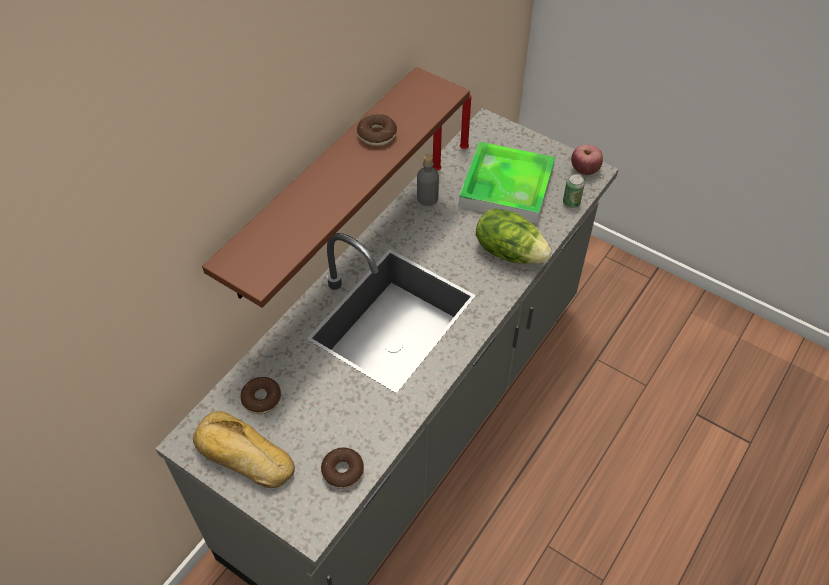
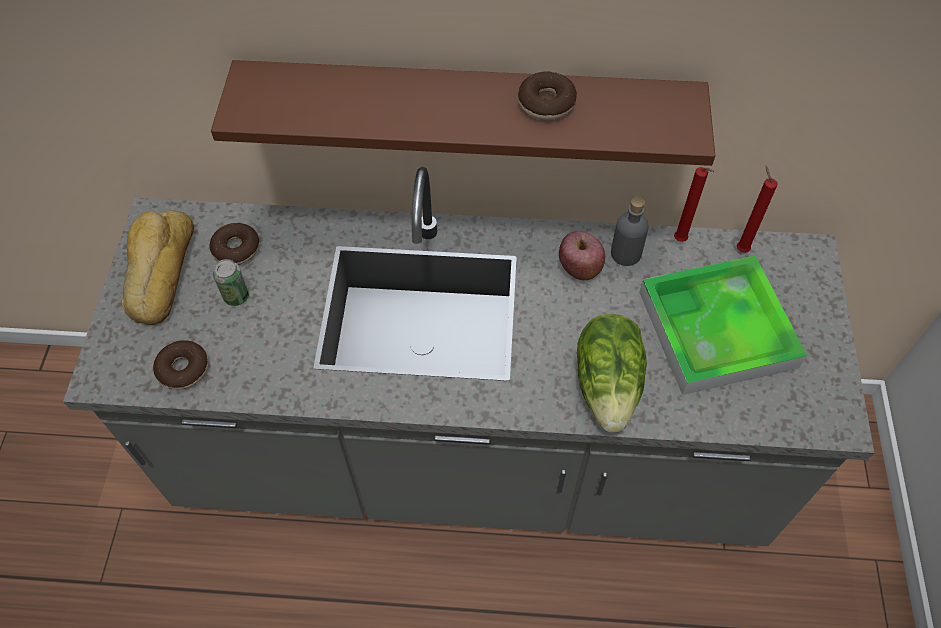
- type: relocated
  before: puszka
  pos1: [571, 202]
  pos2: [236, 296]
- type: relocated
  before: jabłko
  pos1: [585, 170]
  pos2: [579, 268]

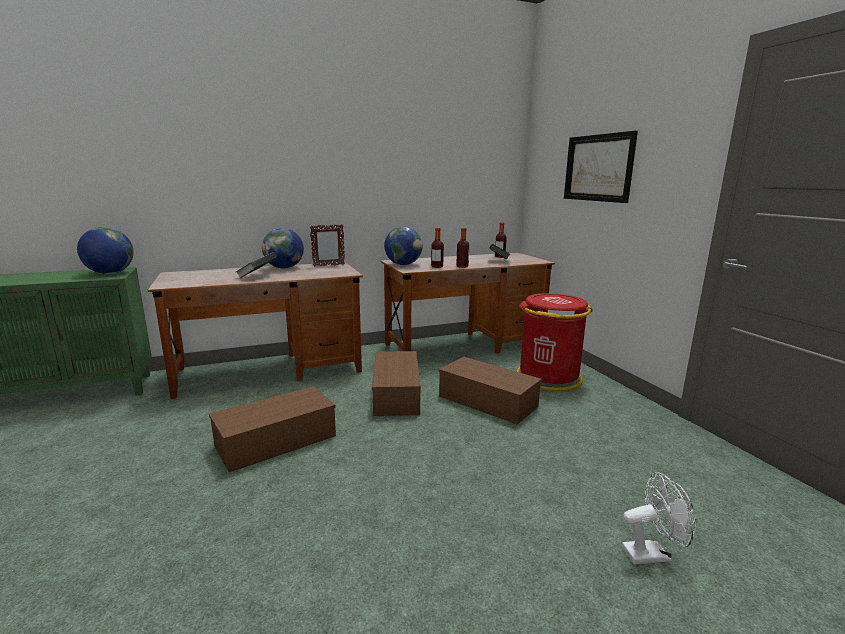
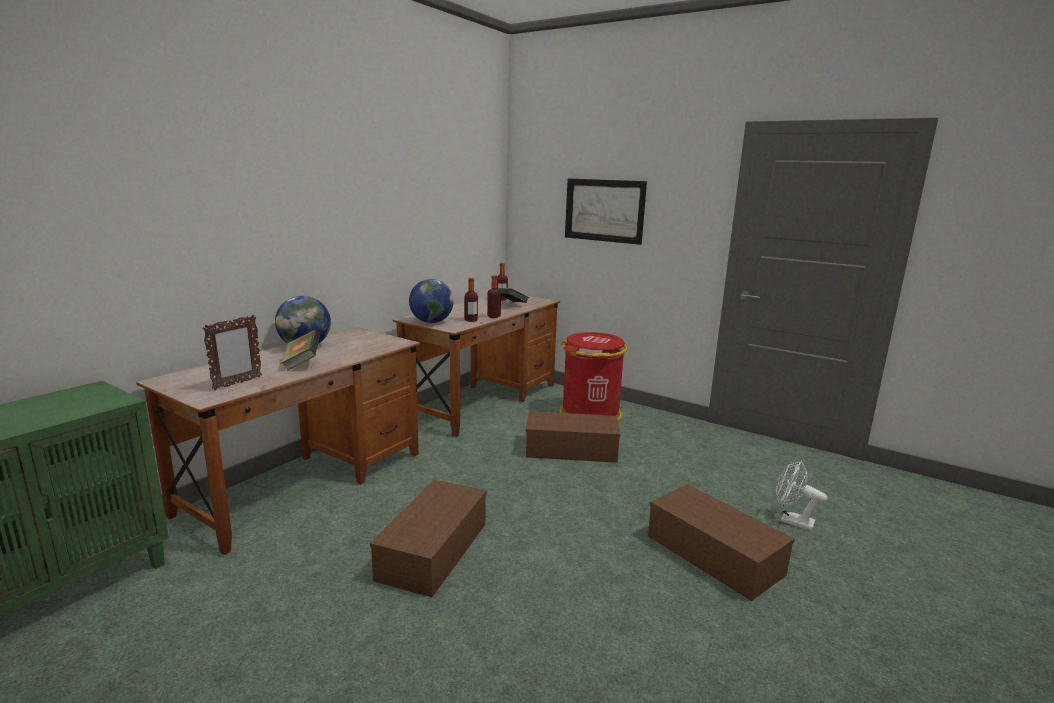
- type: relocated
  before: ramka na zdjęcie
  pos1: [328, 265]
  pos2: [237, 383]
- type: relocated
  before: pojemnik do przechowywania (brązowy)
  pos1: [397, 394]
  pos2: [716, 555]
- type: spun
  before: wentylator (biały)
  pos1: [652, 553]
  pos2: [791, 521]
  turn: -105
- type: missing
  before: globus
  pos1: [110, 273]

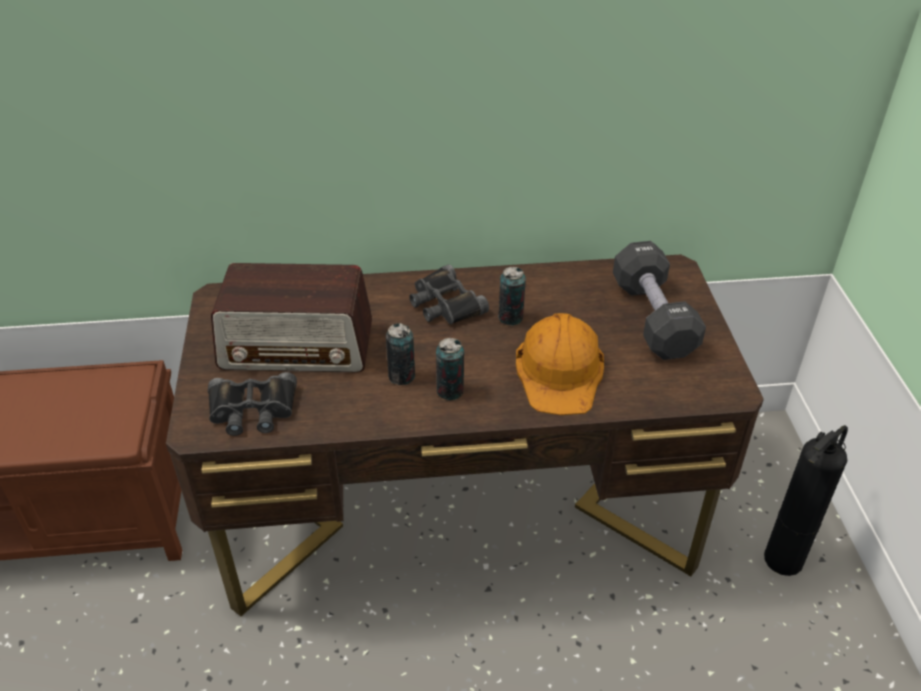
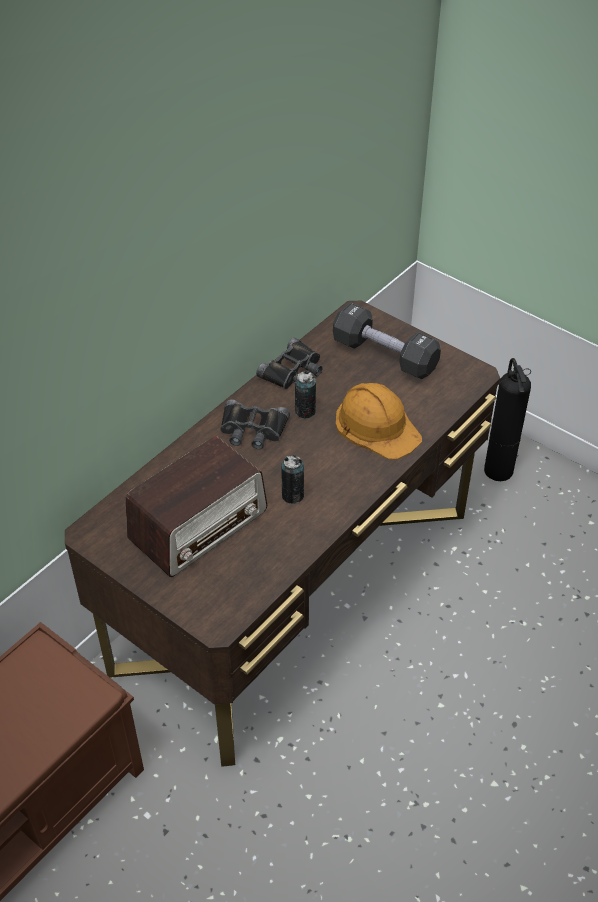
- type: relocated
  before: lornetka (czarny)
  pos1: [252, 410]
  pos2: [293, 371]
- type: missing
  before: puszka
  pos1: [450, 391]

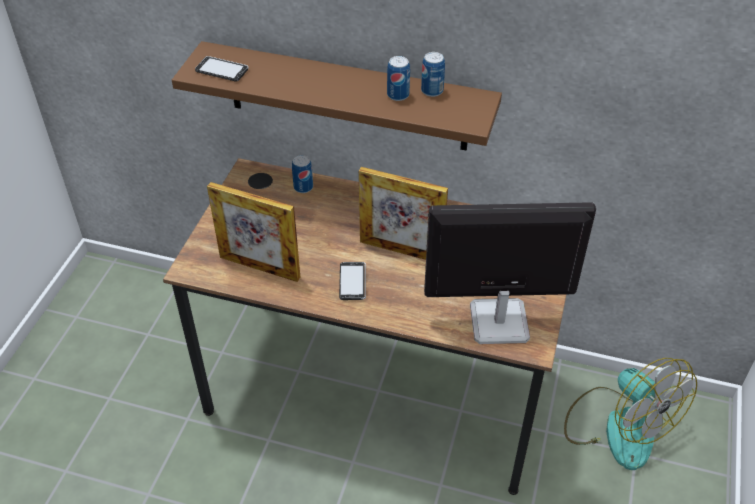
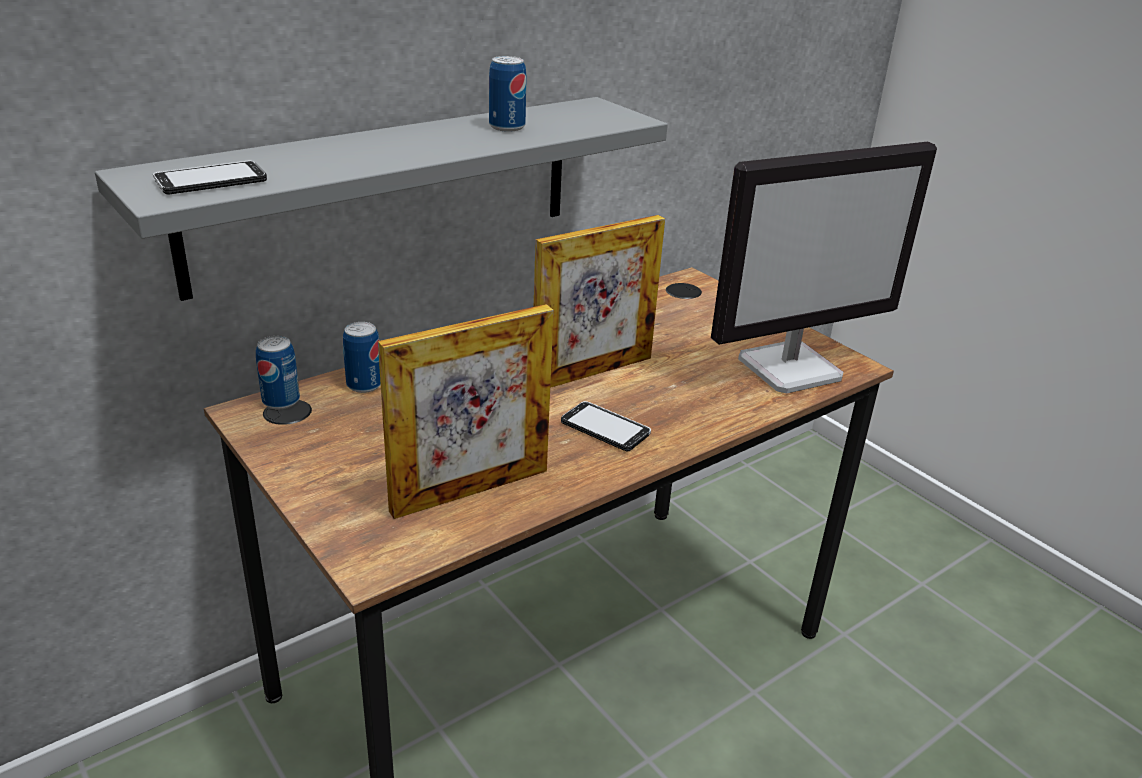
- type: colour
  before: półka (brązowy)
  after: półka (szary)
  pos1: [347, 97]
  pos2: [387, 192]
- type: relocated
  before: puszka
  pos1: [432, 91]
  pos2: [281, 401]
- type: spun
  before: monitor
  pos1: [497, 322]
  pos2: [791, 368]
  turn: -150
- type: missing
  before: wentylator
  pos1: [618, 426]

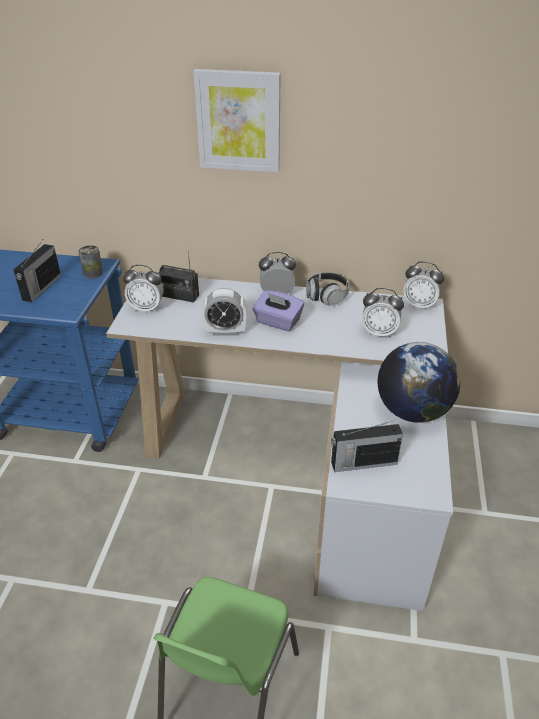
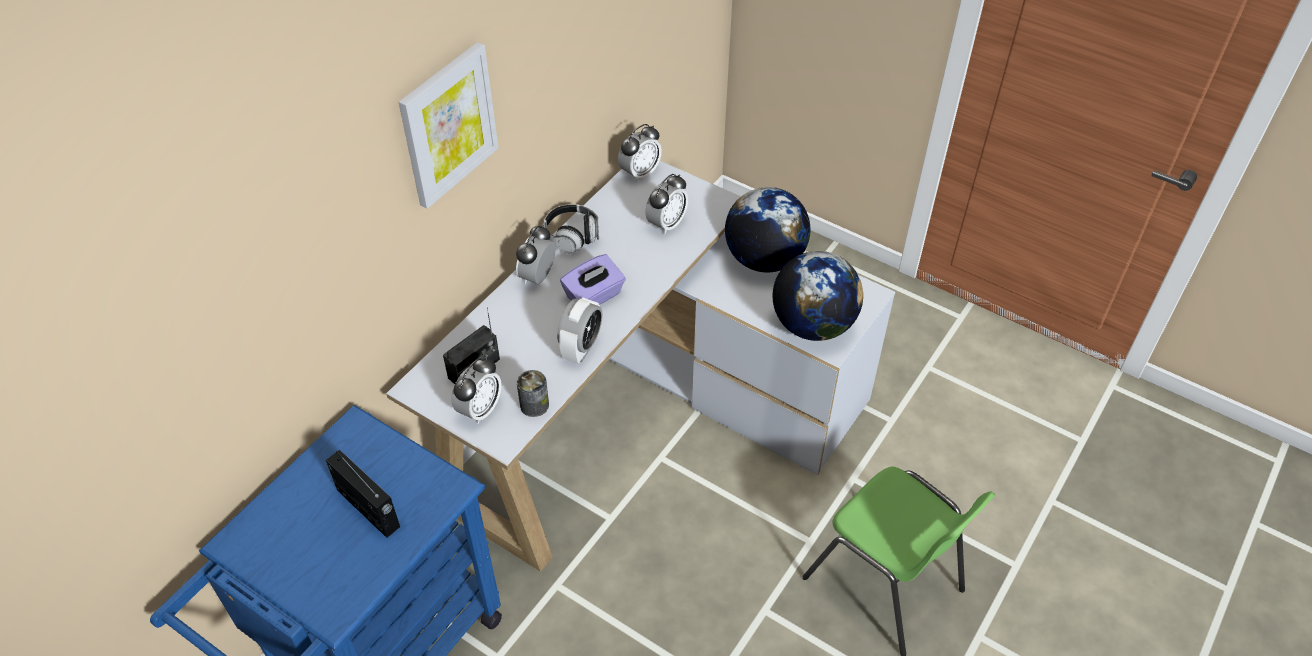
- type: relocated
  before: puszka
  pos1: [93, 273]
  pos2: [534, 405]
- type: exchanged
  before: radio
  after: globus
  pos1: [362, 463]
  pos2: [812, 325]

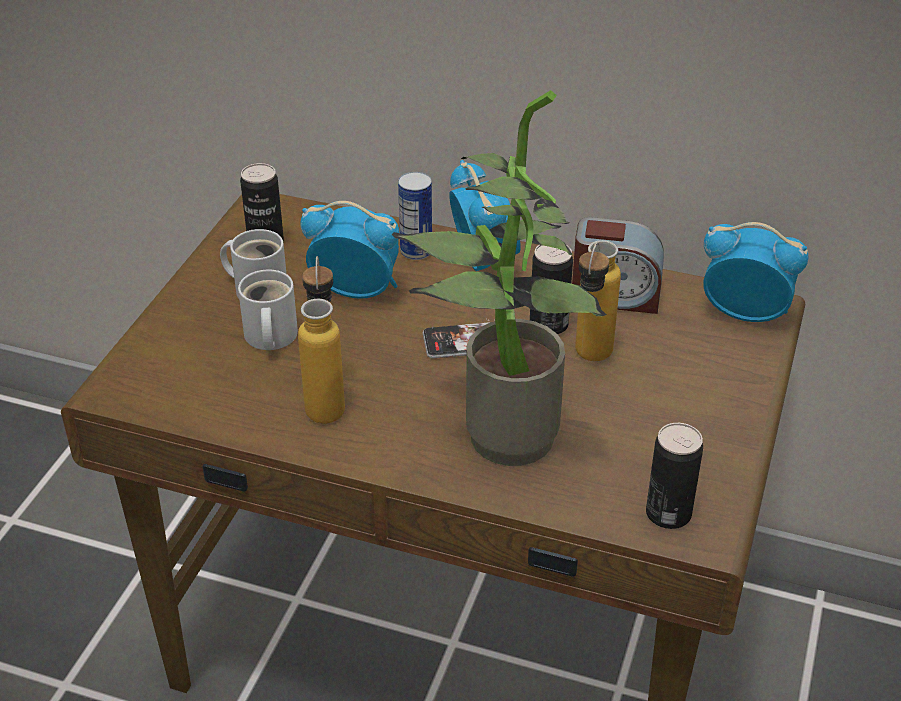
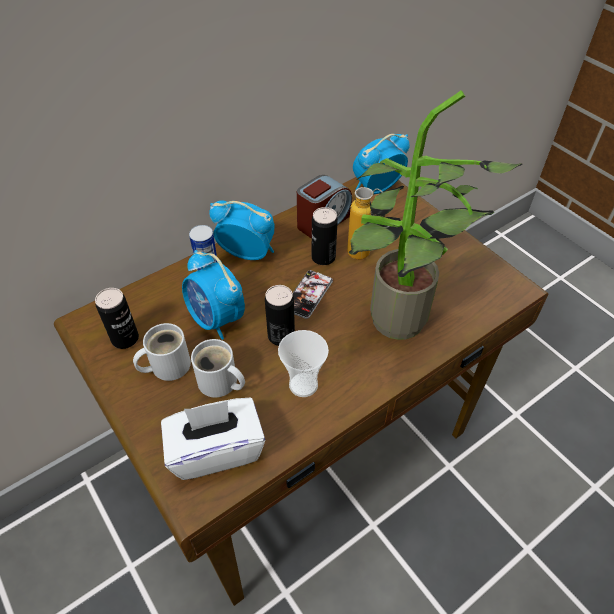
- type: appeared
  after: pudełko chusteczek (biały)
  pos2: [216, 450]
- type: spun
  before: budzik
  pos1: [356, 290]
  pos2: [216, 319]
  turn: -90
- type: relocated
  before: puszka
  pos1: [668, 514]
  pos2: [281, 336]
- type: exchanged
  before: butelka
  after: filiżanka
  pos1: [325, 400]
  pos2: [303, 385]

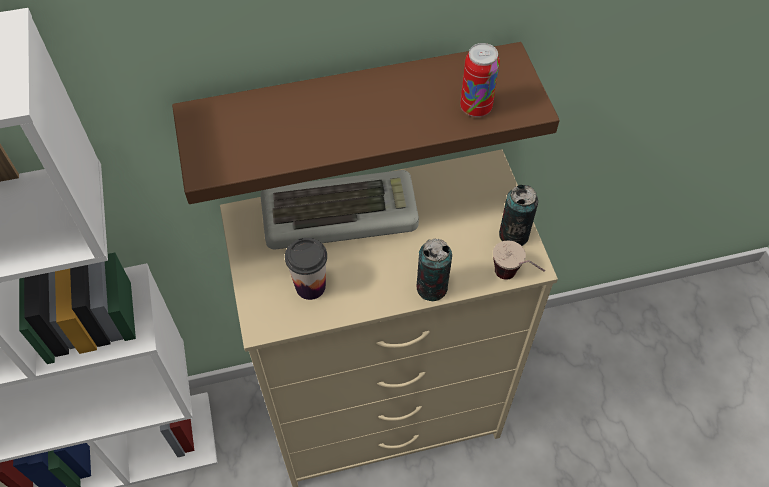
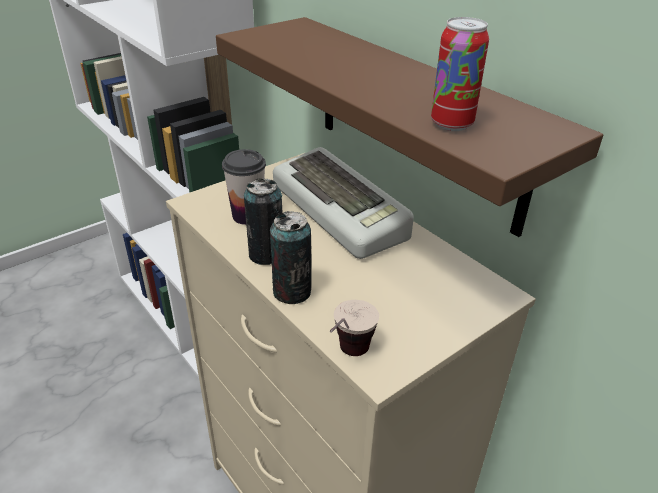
- type: relocated
  before: puszka
  pos1: [513, 235]
  pos2: [266, 254]

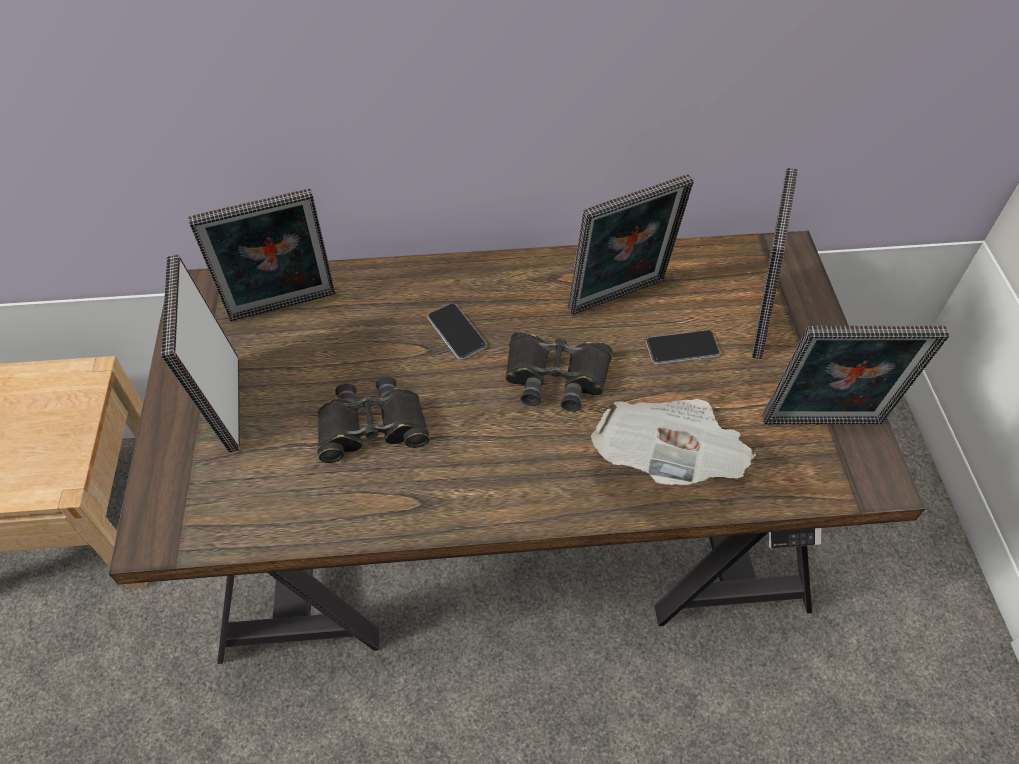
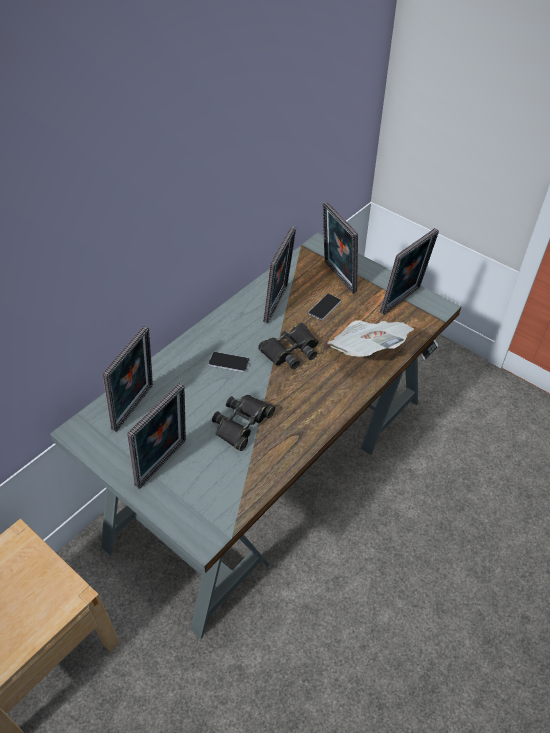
- type: colour
  before: biurko (brązowy)
  after: biurko (szary)
  pos1: [510, 531]
  pos2: [271, 468]
- type: spun
  before: ramka na zdjęcie
  pos1: [226, 405]
  pos2: [164, 464]
  turn: -90

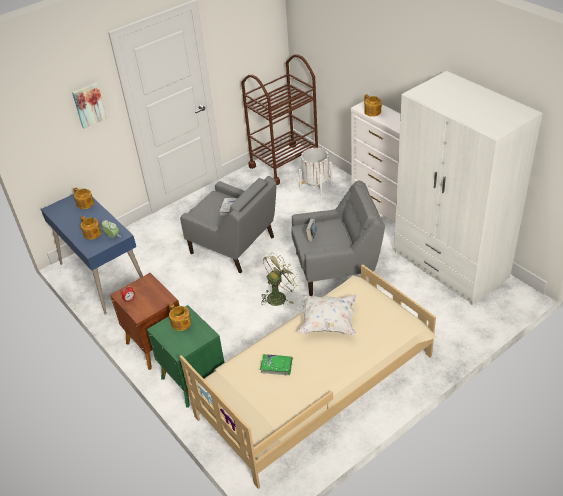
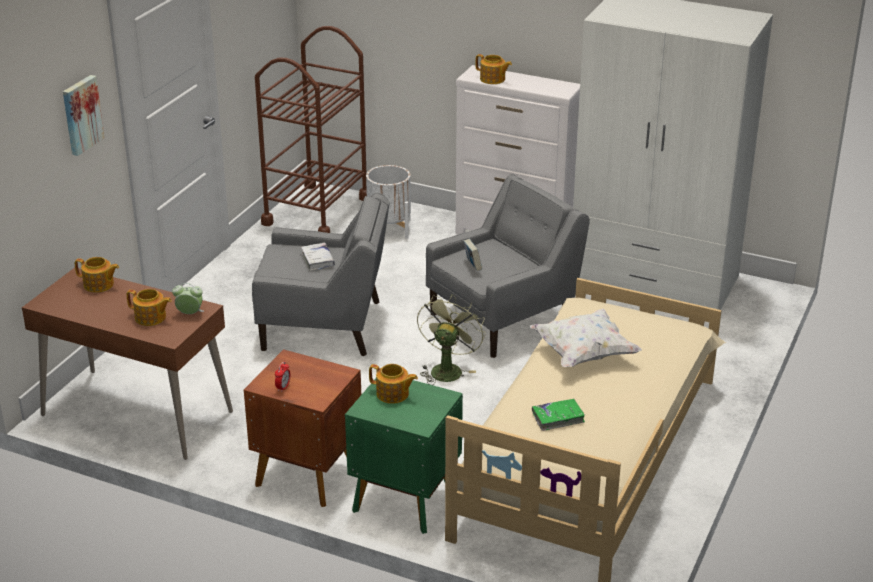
- type: colour
  before: biurko (niebieski)
  after: biurko (brązowy)
  pos1: [103, 277]
  pos2: [136, 414]

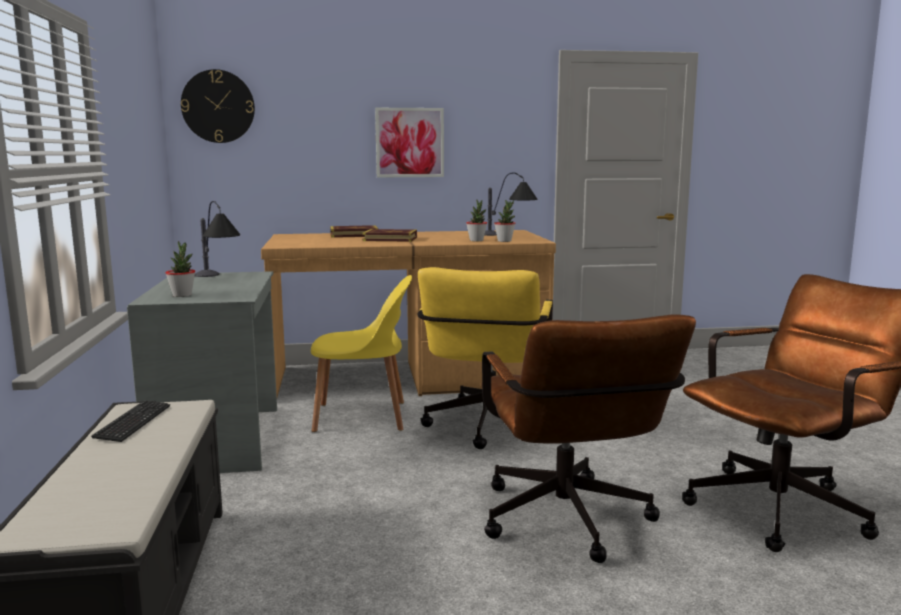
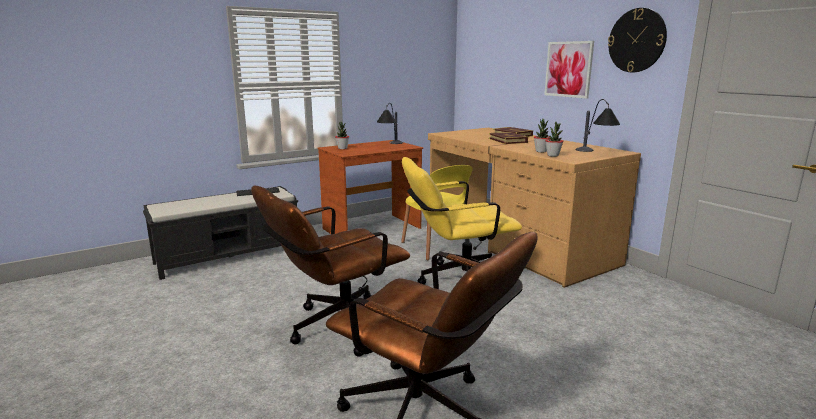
- type: colour
  before: biurko (szary)
  after: biurko (brązowy)
  pos1: [220, 440]
  pos2: [372, 229]
- type: relocated
  before: zegar ścienny
  pos1: [218, 106]
  pos2: [637, 40]

